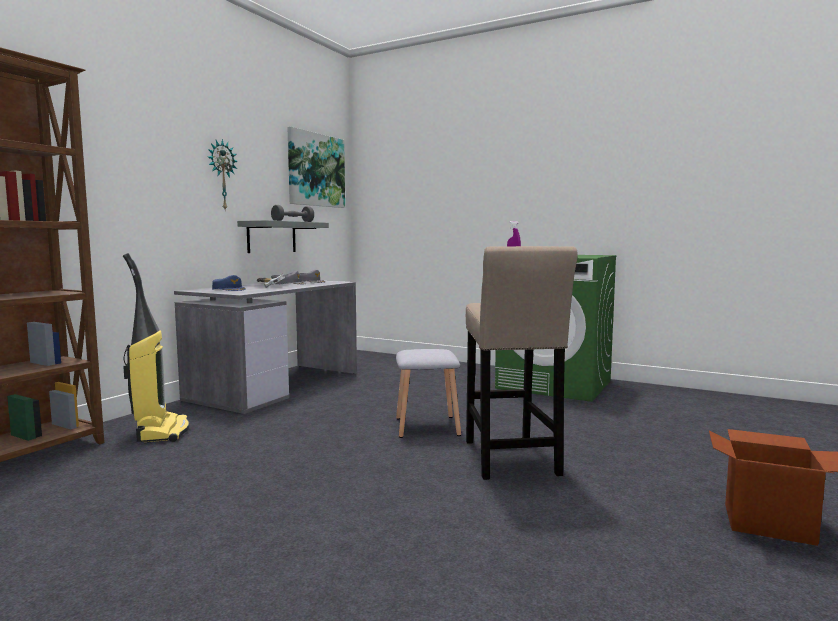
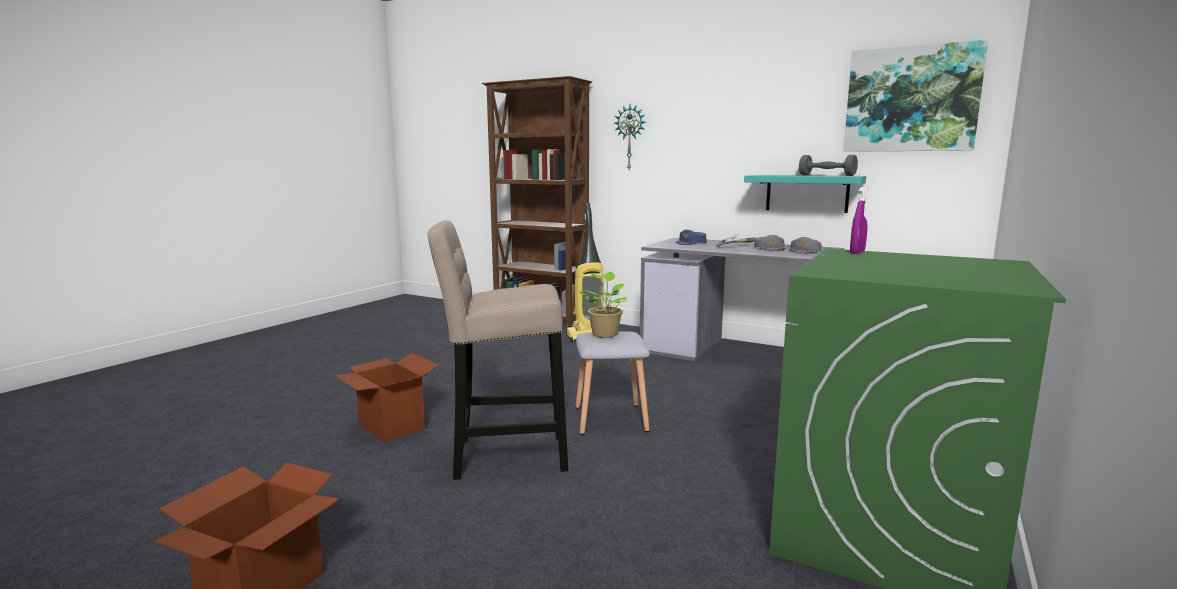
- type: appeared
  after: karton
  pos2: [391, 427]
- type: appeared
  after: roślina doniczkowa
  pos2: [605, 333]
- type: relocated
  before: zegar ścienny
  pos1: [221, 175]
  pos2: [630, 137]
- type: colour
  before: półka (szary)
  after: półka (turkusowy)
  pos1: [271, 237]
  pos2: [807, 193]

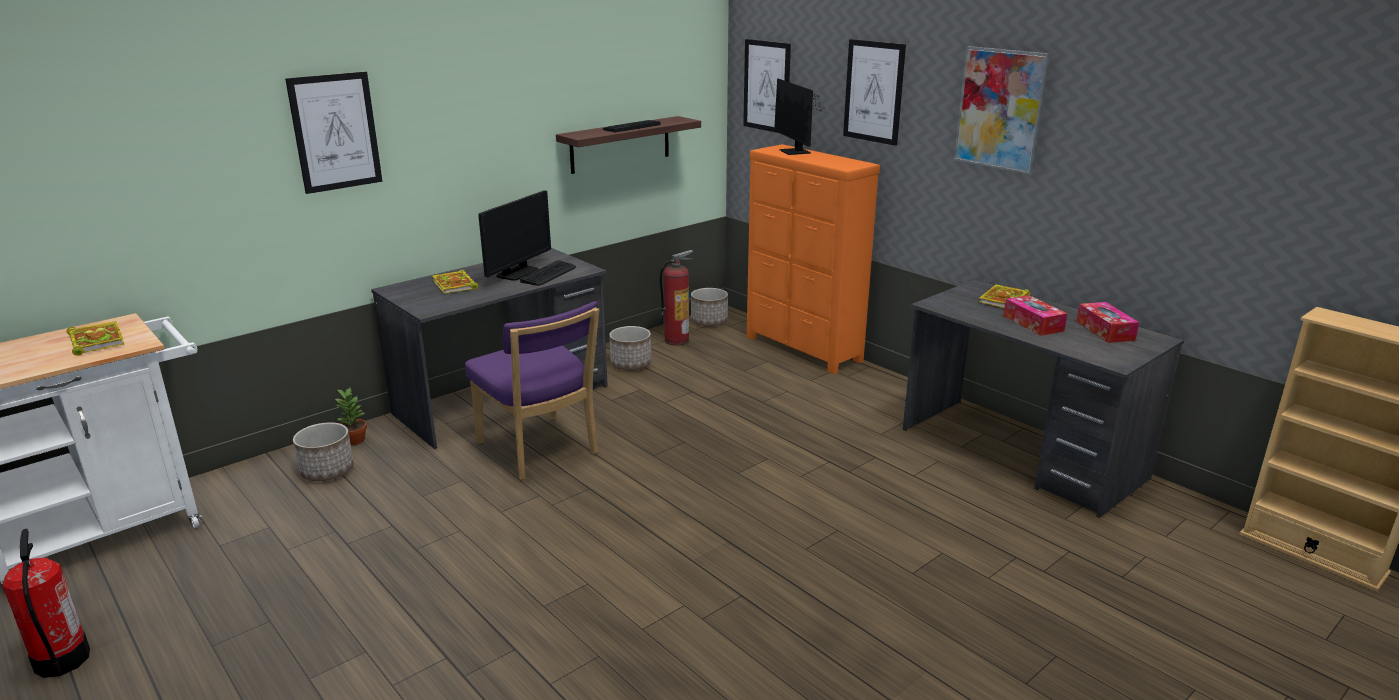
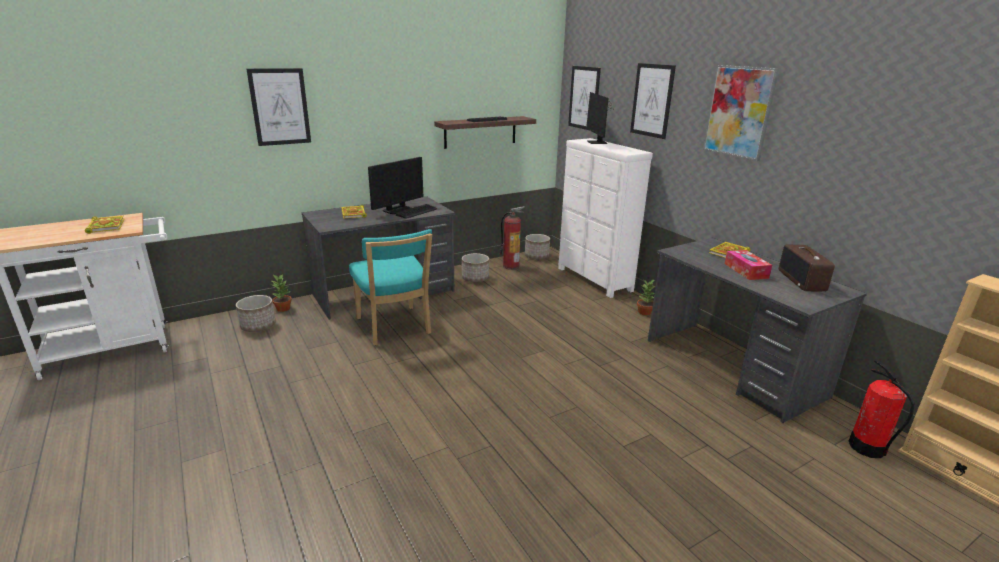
- type: colour
  before: krzesło (fioletowy)
  after: krzesło (turkusowy)
  pos1: [540, 450]
  pos2: [394, 328]
- type: colour
  before: komoda (pomarańczowy)
  after: komoda (biały)
  pos1: [802, 349]
  pos2: [593, 279]
- type: appeared
  after: roślina doniczkowa
  pos2: [645, 312]
- type: exchanged
  before: pudełko chusteczek
  after: radio
  pos1: [1105, 330]
  pos2: [802, 281]
- type: relocated
  before: gaśnica
  pos1: [61, 661]
  pos2: [867, 448]

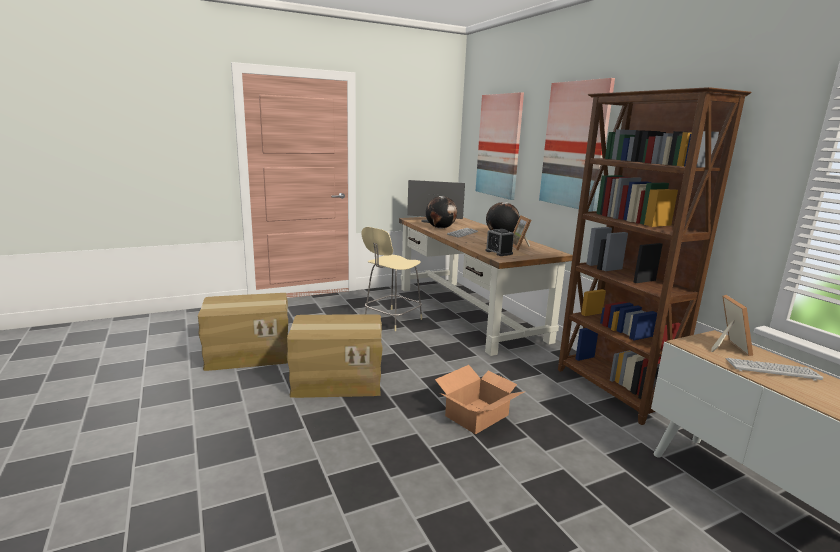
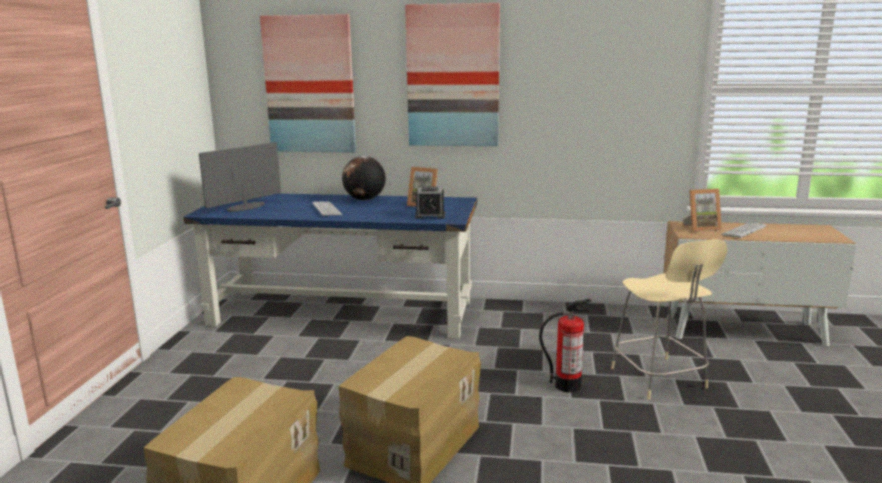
- type: colour
  before: biurko (brązowy)
  after: biurko (niebieski)
  pos1: [469, 313]
  pos2: [344, 313]
- type: exchanged
  before: karton
  after: gaśnica
  pos1: [478, 415]
  pos2: [567, 385]
- type: relocated
  before: stołek (beżowy)
  pos1: [391, 320]
  pos2: [660, 379]
- type: spun
  before: ramka na zdjęcie
  pos1: [726, 347]
  pos2: [701, 228]
  turn: 135
- type: missing
  before: globus
  pos1: [440, 228]
- type: missing
  before: regał (brązowy)
  pos1: [612, 391]

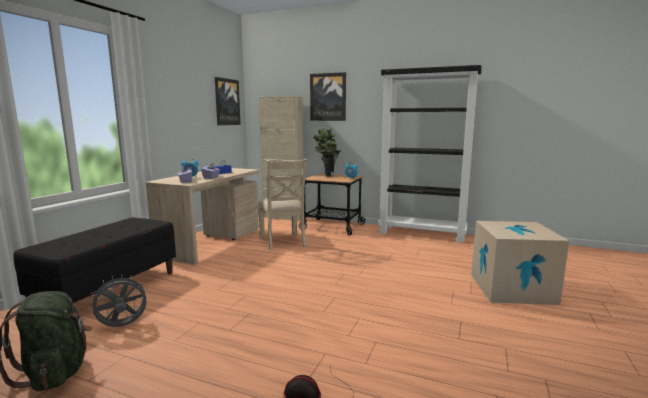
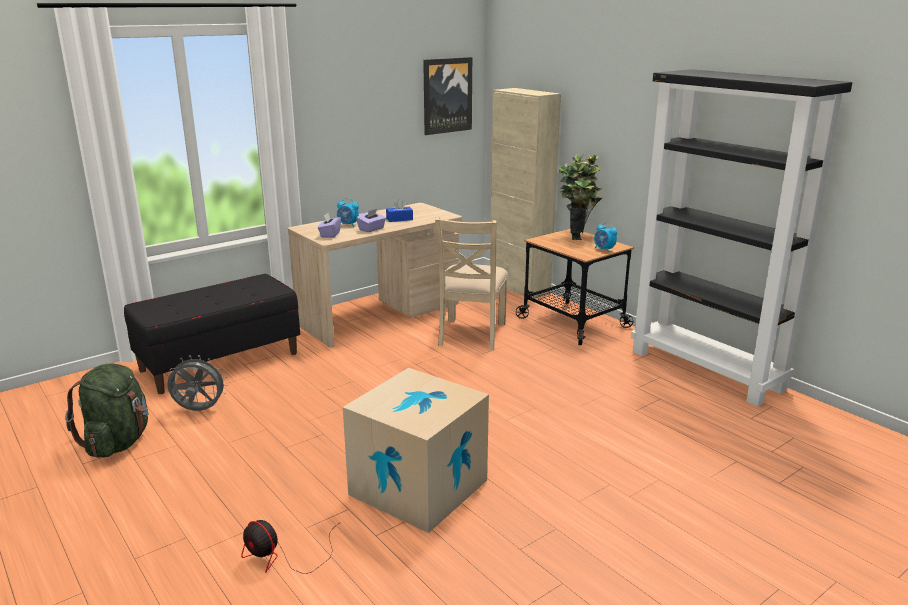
- type: relocated
  before: karton
  pos1: [512, 289]
  pos2: [418, 487]
- type: missing
  before: obraz
  pos1: [328, 97]

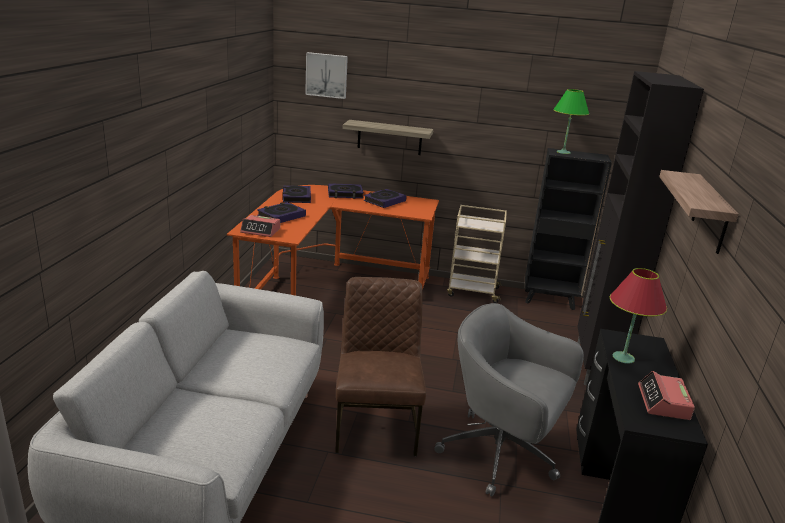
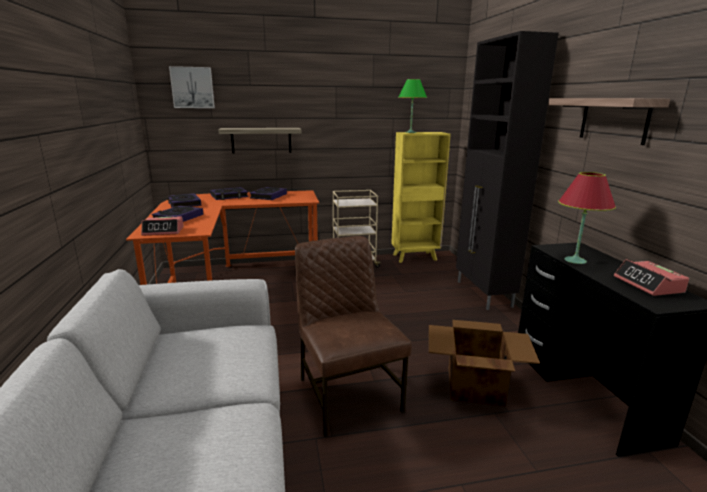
- type: colour
  before: regał (czarny)
  after: regał (żółty)
  pos1: [550, 300]
  pos2: [415, 257]
- type: exchanged
  before: krzesło biurowe (szary)
  after: karton
  pos1: [501, 454]
  pos2: [474, 385]

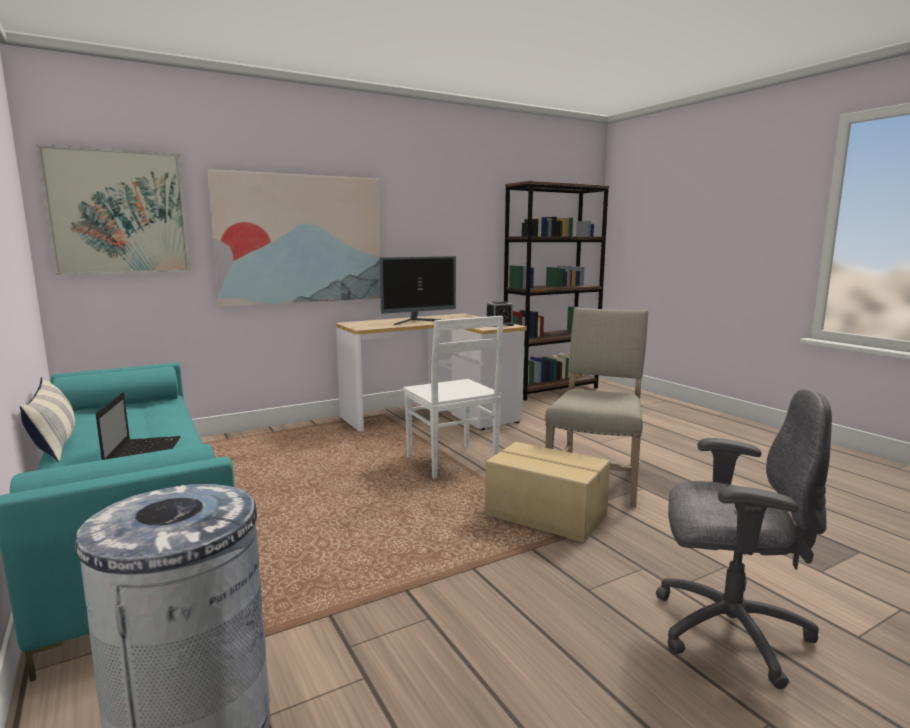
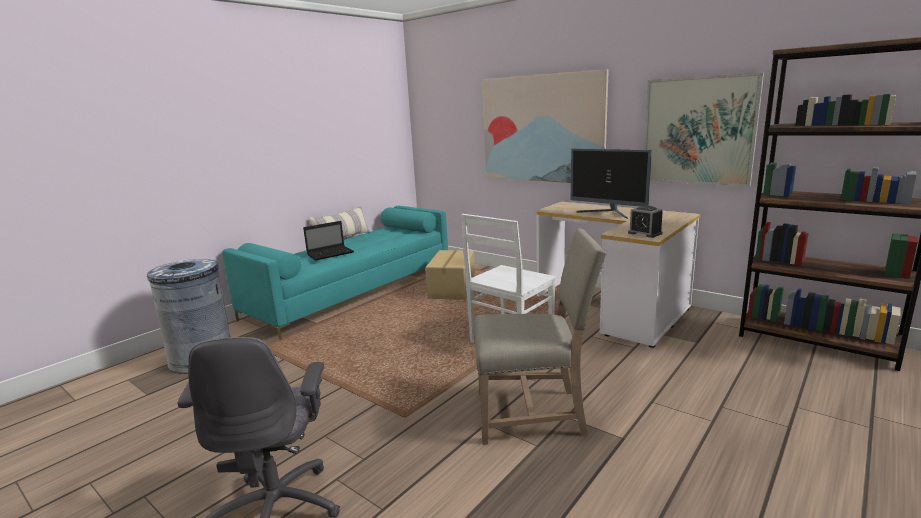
- type: relocated
  before: karton
  pos1: [545, 515]
  pos2: [451, 289]
- type: relocated
  before: obraz
  pos1: [118, 212]
  pos2: [698, 131]

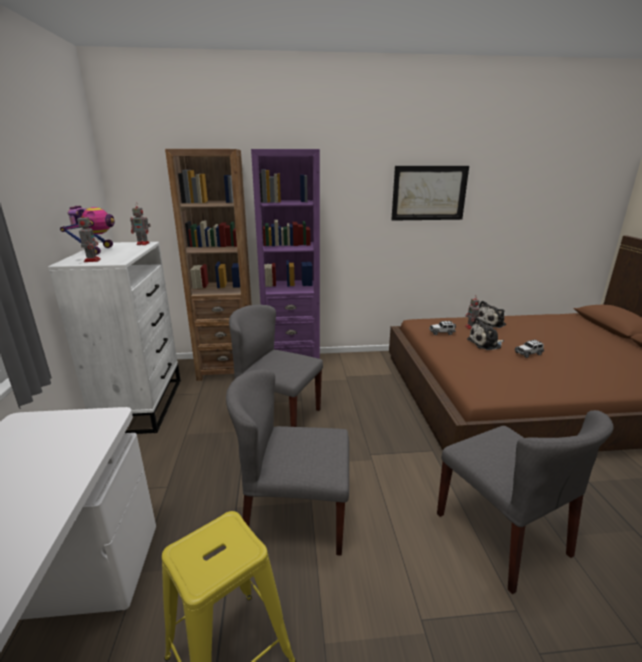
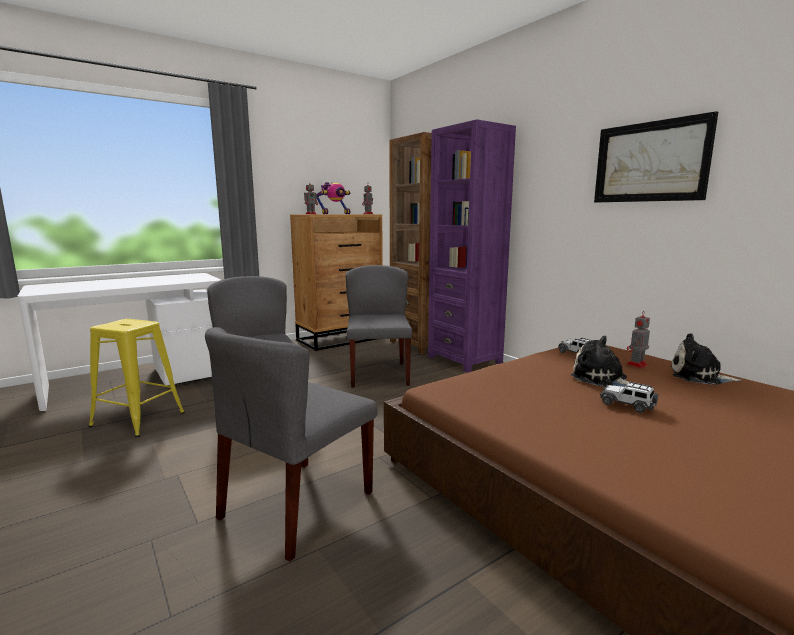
- type: colour
  before: komoda (biały)
  after: komoda (brązowy)
  pos1: [142, 405]
  pos2: [341, 339]

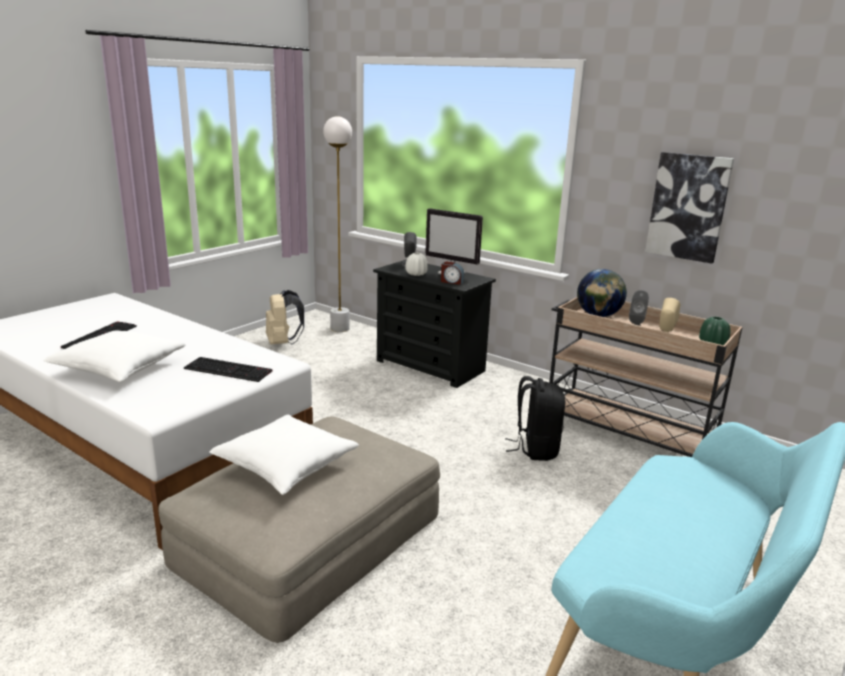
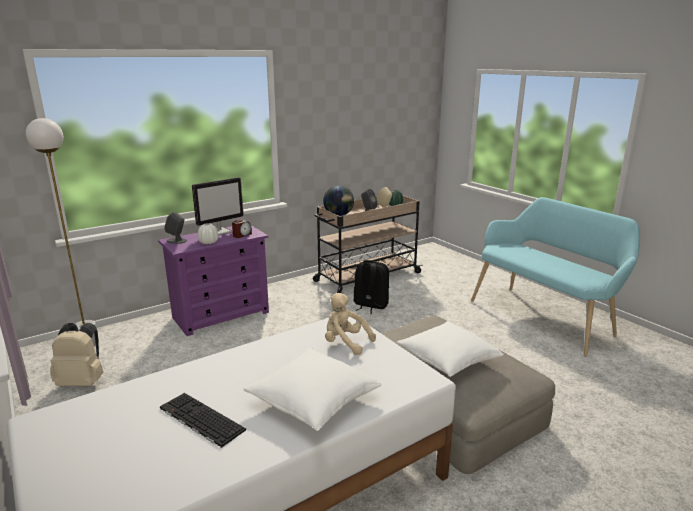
- type: colour
  before: komoda (czarny)
  after: komoda (fioletowy)
  pos1: [430, 366]
  pos2: [221, 315]
- type: exchanged
  before: klawiatura
  after: pluszak (beżowy)
  pos1: [229, 369]
  pos2: [345, 343]
- type: missing
  before: obraz
  pos1: [688, 207]

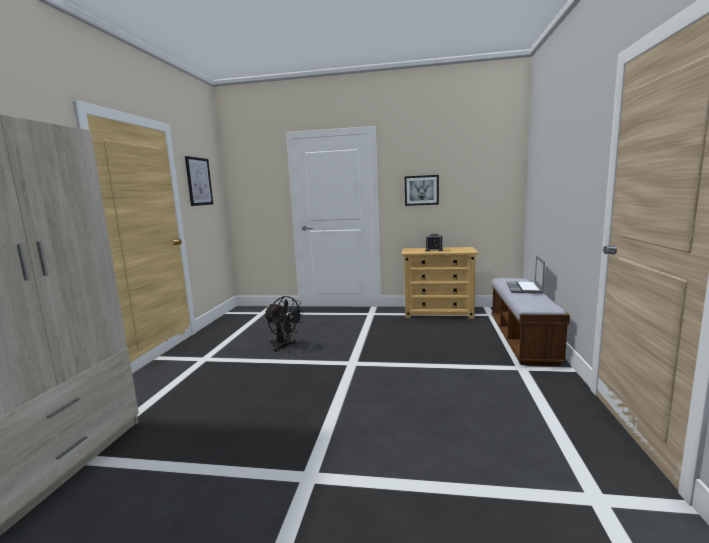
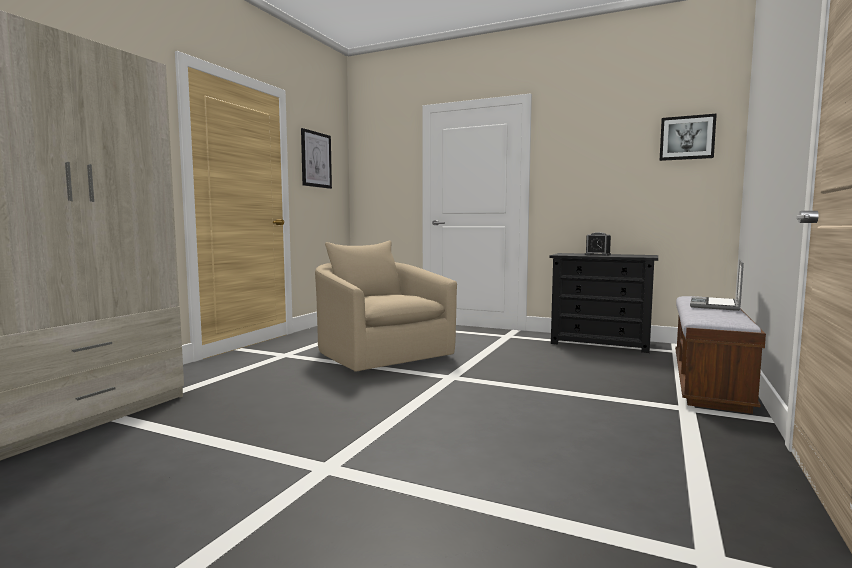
- type: exchanged
  before: wentylator (czarny)
  after: fotel (beżowy)
  pos1: [284, 346]
  pos2: [379, 354]
- type: colour
  before: komoda (beżowy)
  after: komoda (czarny)
  pos1: [438, 312]
  pos2: [601, 343]
- type: relocated
  before: obraz
  pos1: [421, 190]
  pos2: [687, 138]

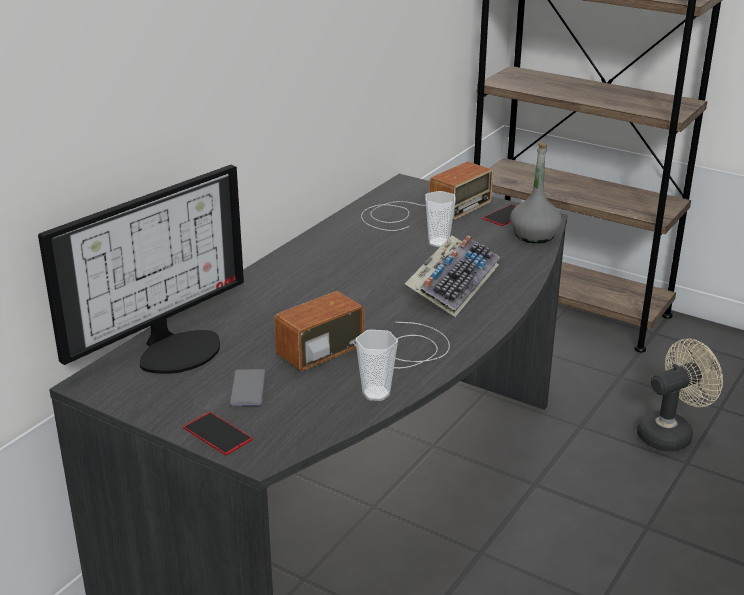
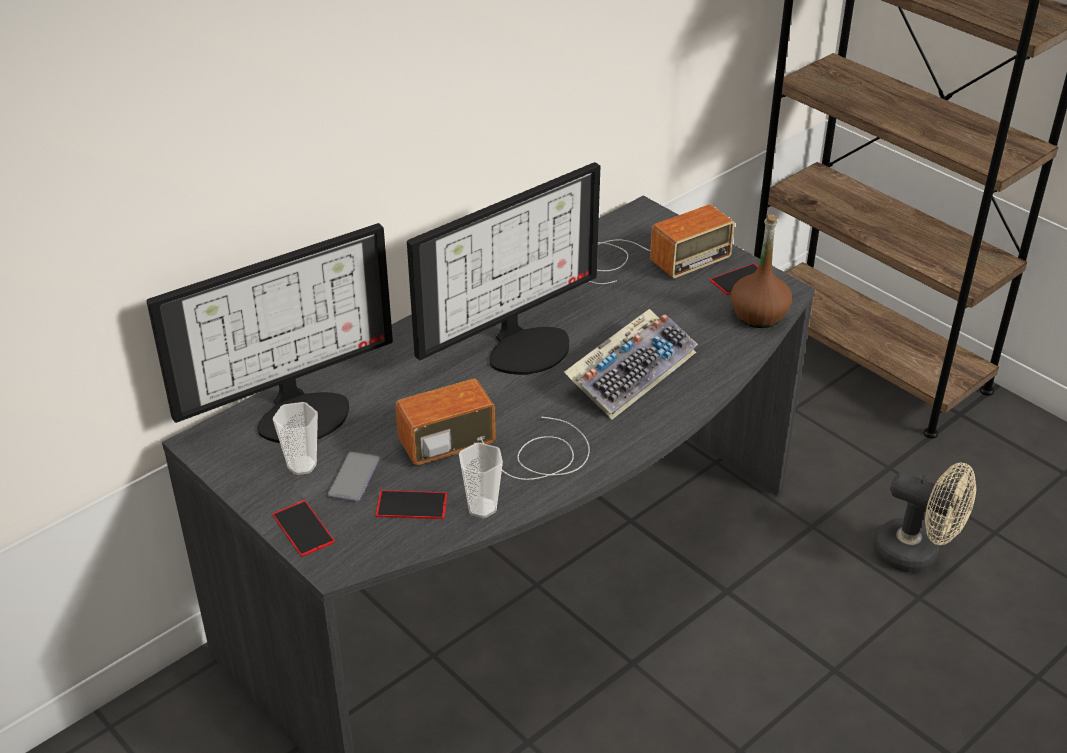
- type: relocated
  before: filiżanka
  pos1: [438, 242]
  pos2: [302, 465]
- type: appeared
  after: telefon
  pos2: [411, 505]
- type: appeared
  after: monitor
  pos2: [525, 345]
- type: colour
  before: butelka (szary)
  after: butelka (brązowy)
  pos1: [534, 235]
  pos2: [759, 315]
- type: spun
  before: wentylator (beżowy)
  pos1: [671, 433]
  pos2: [917, 555]
  turn: 45

